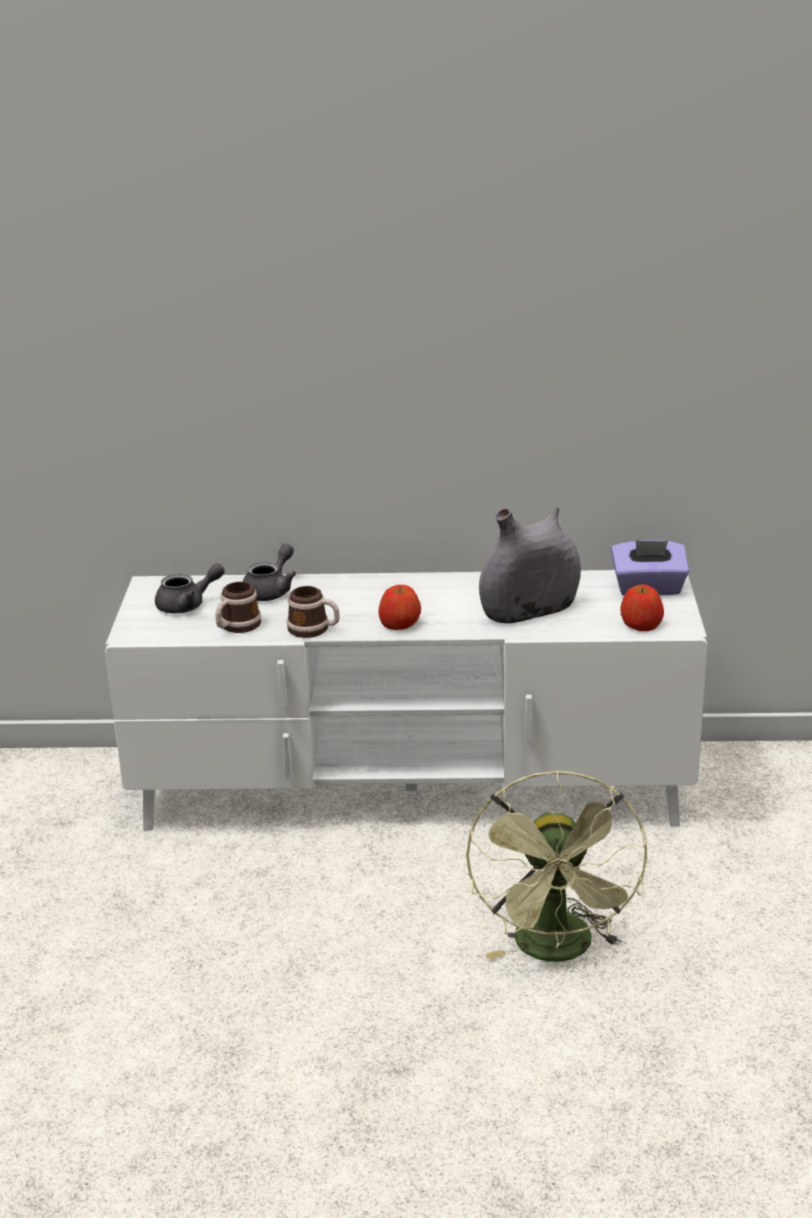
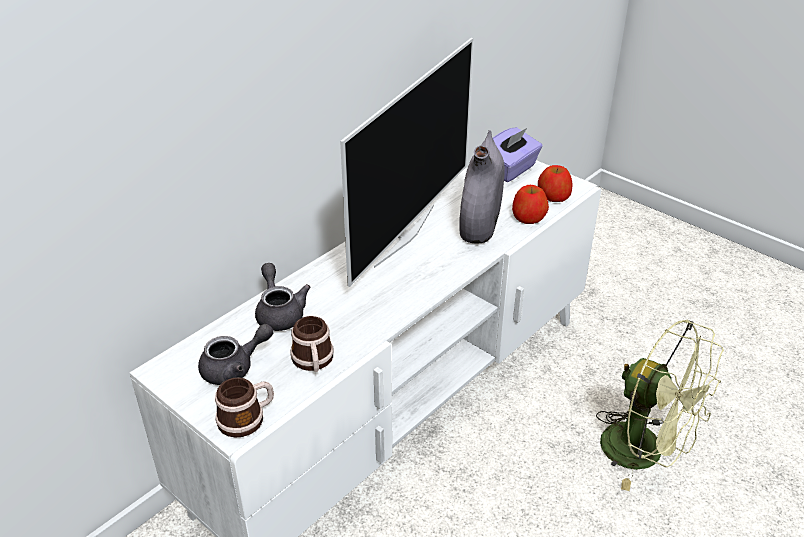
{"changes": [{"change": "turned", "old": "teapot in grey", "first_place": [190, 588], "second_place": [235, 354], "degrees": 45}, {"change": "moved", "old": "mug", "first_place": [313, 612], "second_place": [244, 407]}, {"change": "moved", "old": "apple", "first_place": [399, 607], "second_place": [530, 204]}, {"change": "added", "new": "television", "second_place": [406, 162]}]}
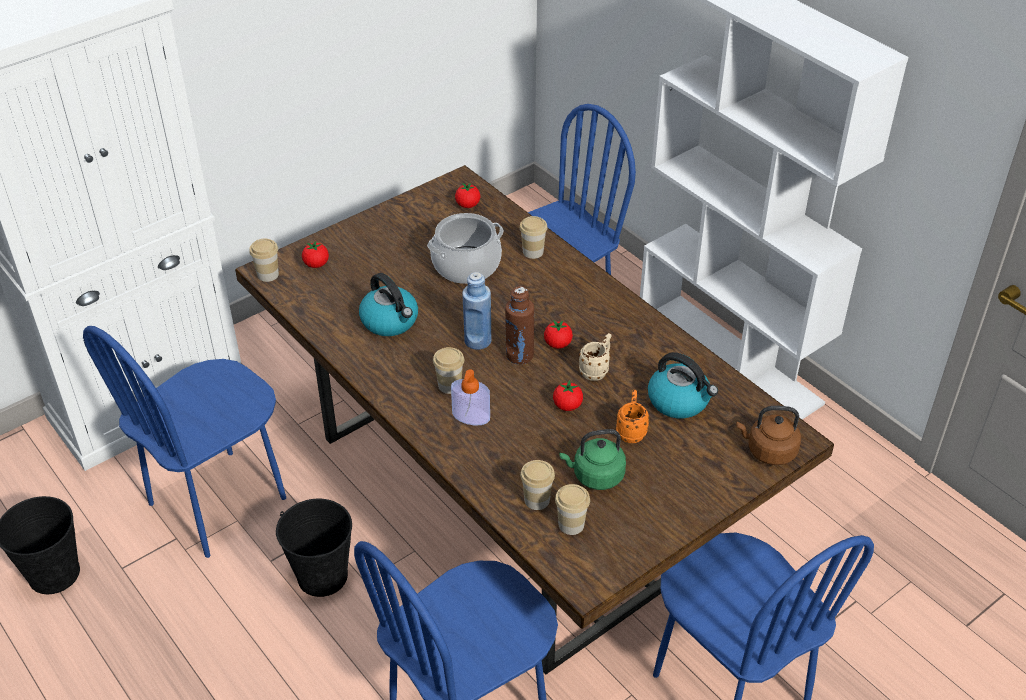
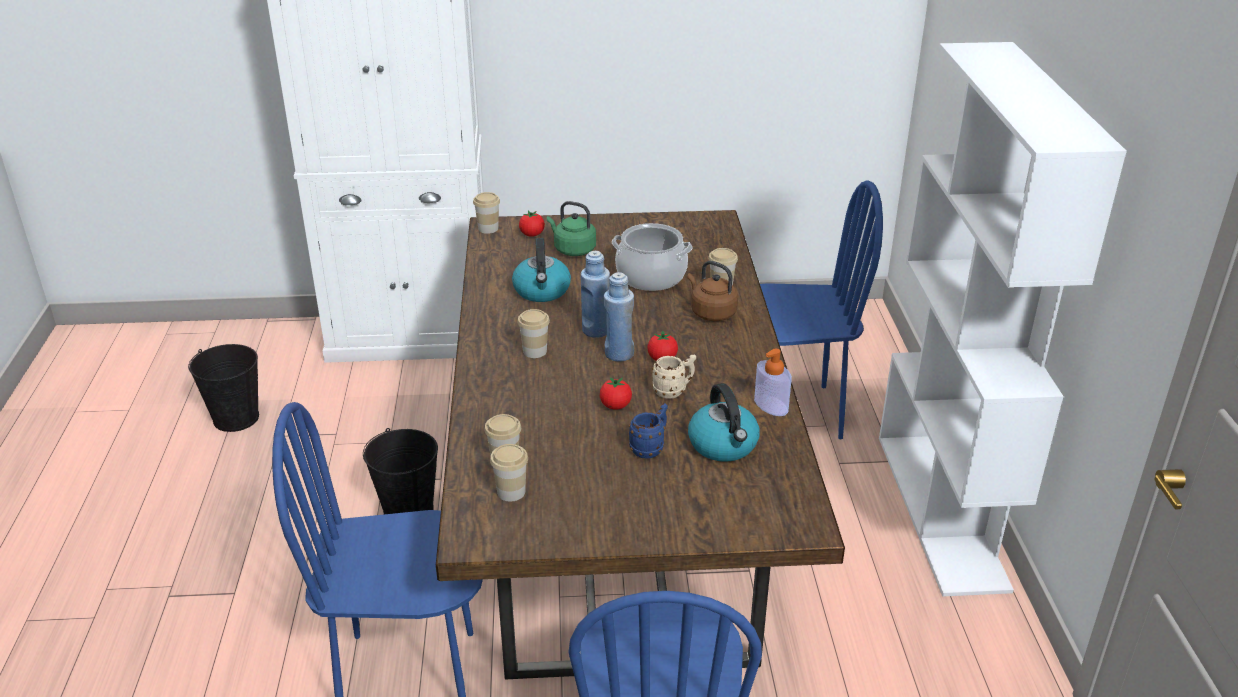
{"changes": [{"change": "removed", "old": "chair in blue", "first_place": [184, 442]}, {"change": "moved", "old": "soap dispenser", "first_place": [470, 397], "second_place": [773, 382]}, {"change": "removed", "old": "tomato", "first_place": [467, 195]}, {"change": "recoloured", "old": "bottle in brown", "new": "bottle in blue", "first_place": [519, 325], "second_place": [619, 316]}, {"change": "moved", "old": "kettle in green", "first_place": [592, 459], "second_place": [571, 228]}, {"change": "recoloured", "old": "mug in orange", "new": "mug in blue", "first_place": [632, 416], "second_place": [648, 430]}, {"change": "moved", "old": "kettle in brown", "first_place": [768, 435], "second_place": [712, 291]}]}
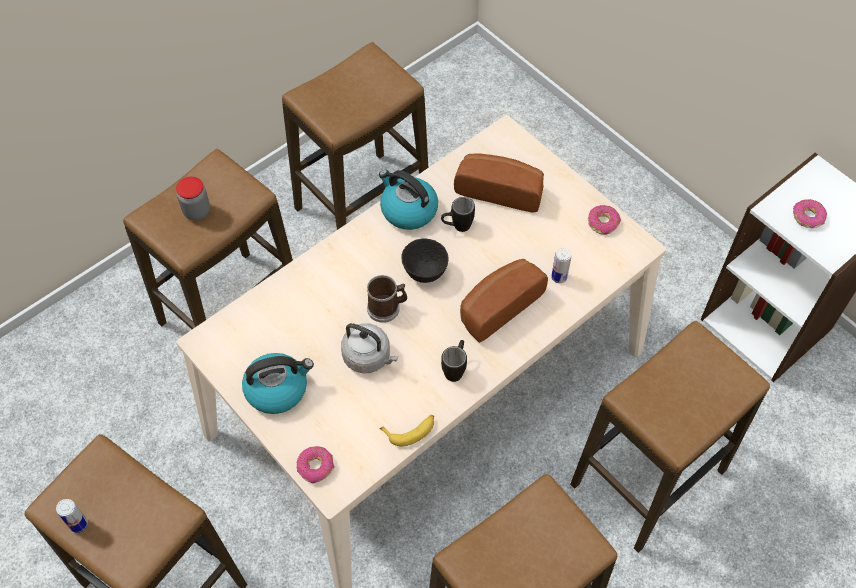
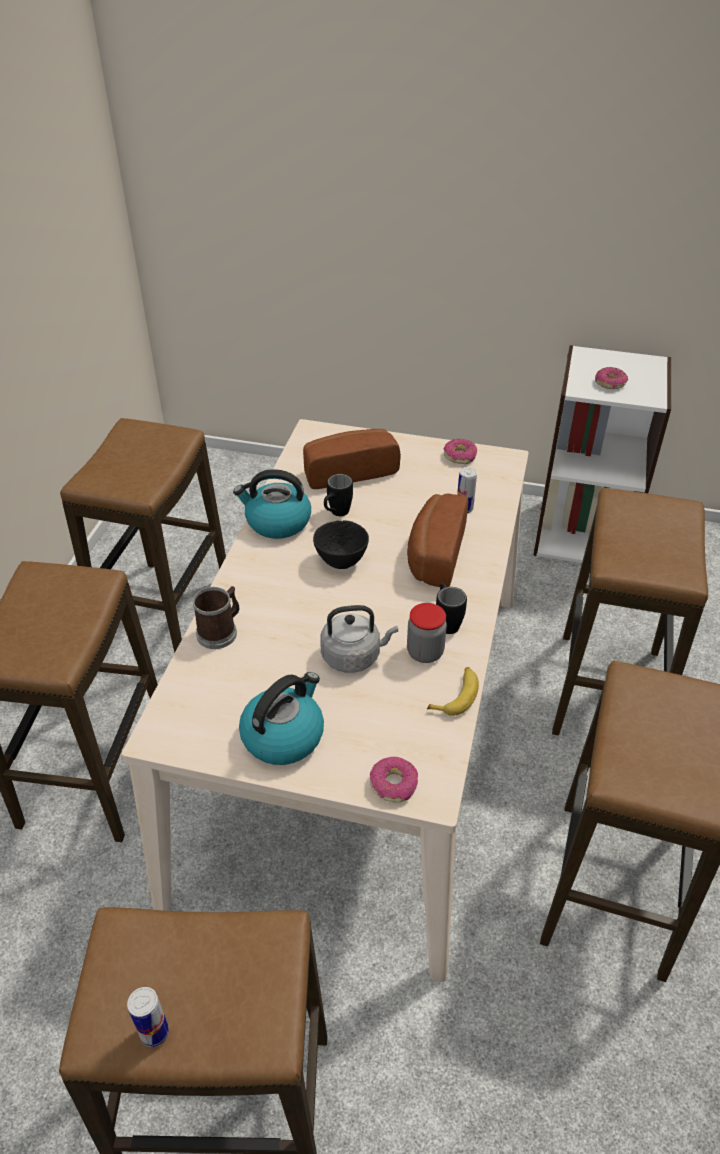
{"changes": [{"change": "moved", "old": "jar", "first_place": [193, 198], "second_place": [427, 633]}, {"change": "moved", "old": "mug", "first_place": [387, 299], "second_place": [215, 617]}]}
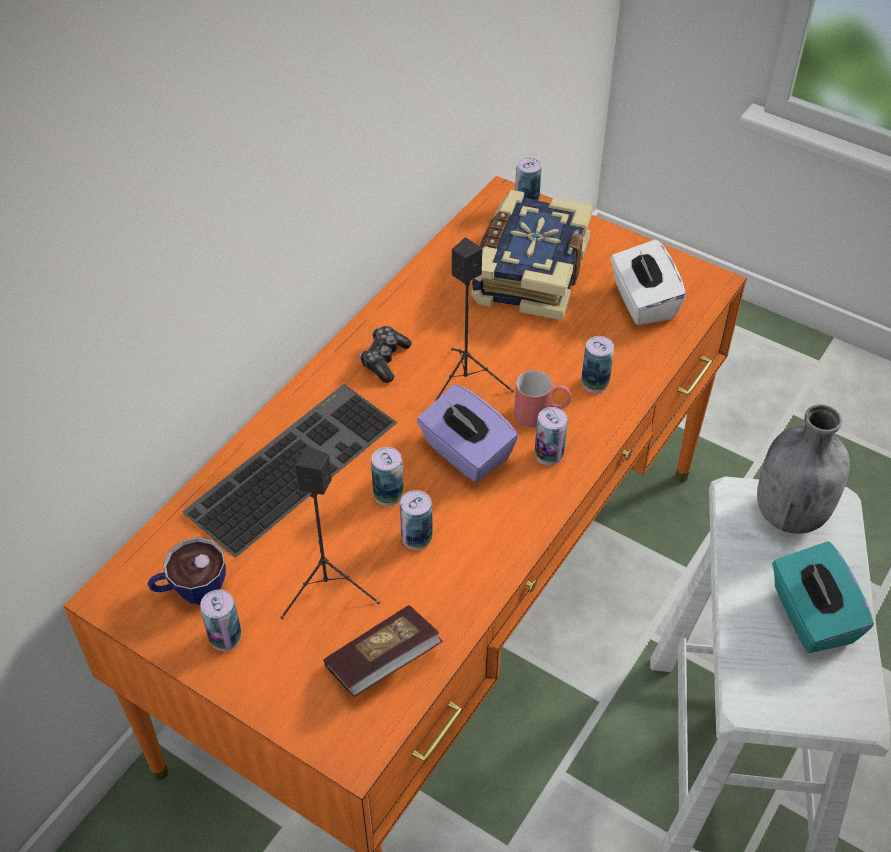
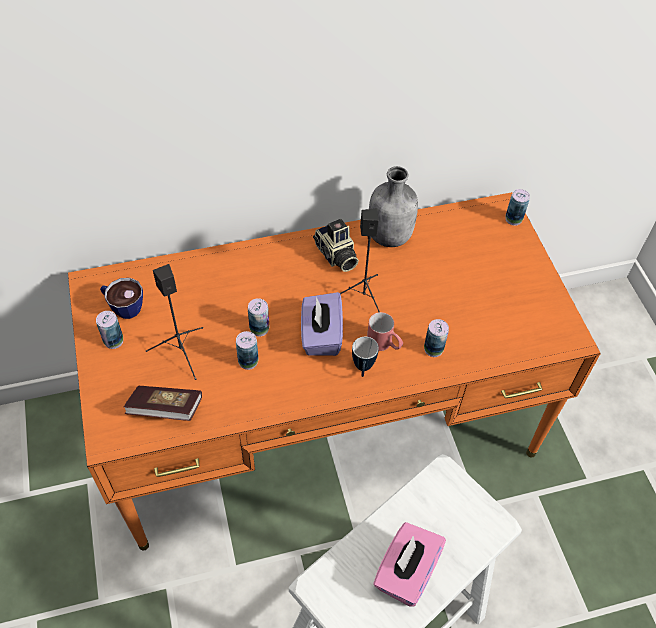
{"changes": [{"change": "removed", "old": "keyboard", "first_place": [289, 470]}, {"change": "replaced", "old": "game controller", "new": "photo camera", "first_place": [386, 354], "second_place": [336, 245]}, {"change": "removed", "old": "book", "first_place": [532, 255]}, {"change": "replaced", "old": "can", "new": "mug", "first_place": [551, 436], "second_place": [365, 357]}, {"change": "removed", "old": "tissue box in white", "first_place": [648, 282]}, {"change": "moved", "old": "bottle in grey", "first_place": [803, 469], "second_place": [393, 206]}, {"change": "recoloured", "old": "tissue box in turquoise", "new": "tissue box in pink", "first_place": [823, 597], "second_place": [409, 564]}]}
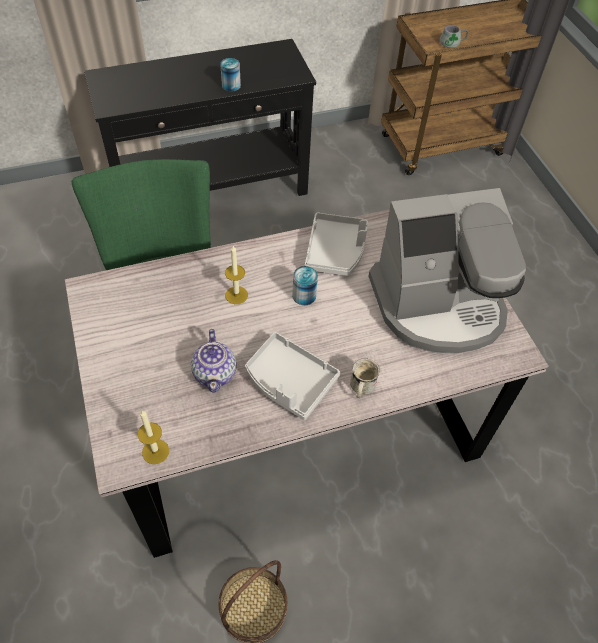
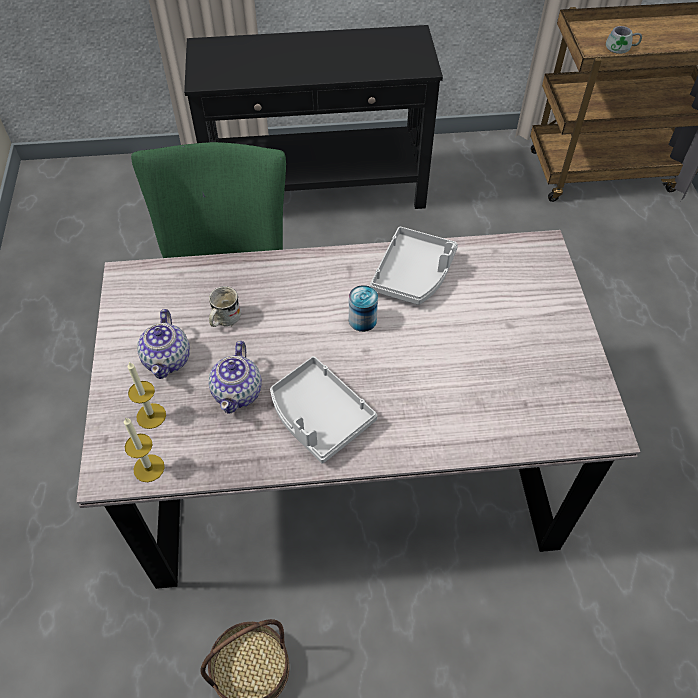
{"changes": [{"change": "removed", "old": "can", "first_place": [230, 75]}, {"change": "moved", "old": "candle", "first_place": [236, 275], "second_place": [146, 395]}, {"change": "moved", "old": "mug in white", "first_place": [365, 378], "second_place": [225, 306]}, {"change": "removed", "old": "coffee machine", "first_place": [447, 271]}, {"change": "added", "new": "teapot", "second_place": [163, 344]}]}
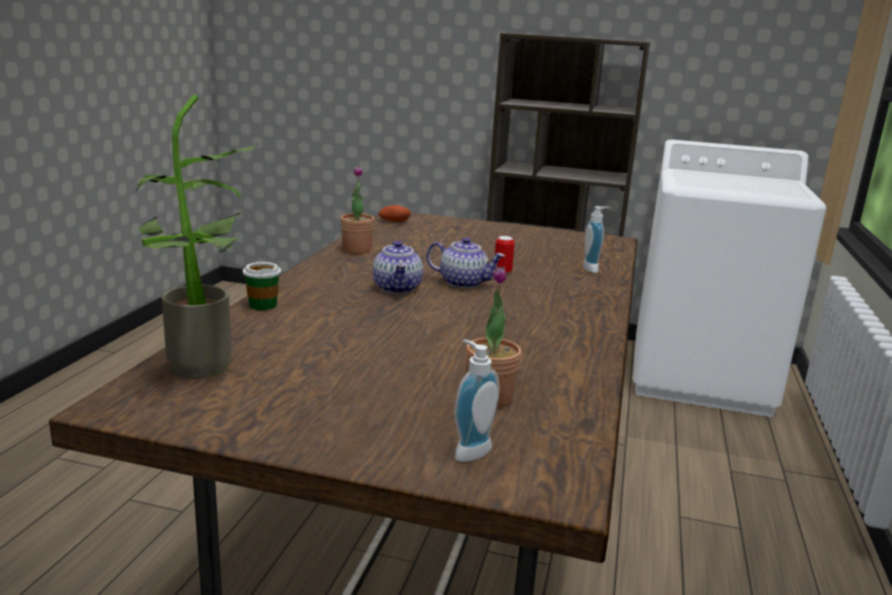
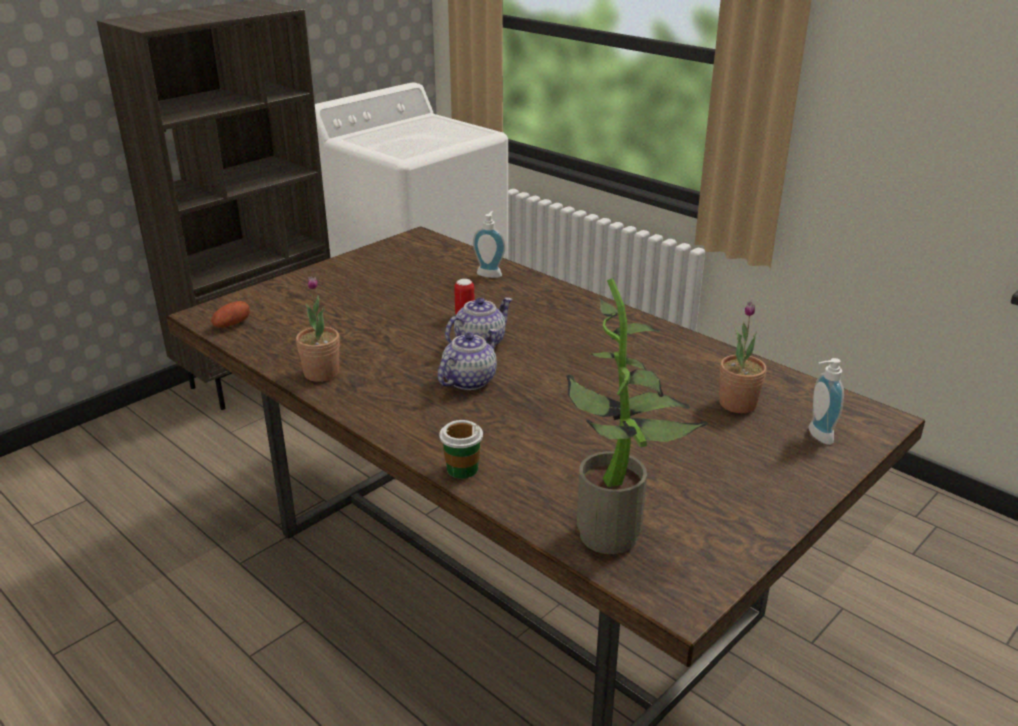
{"changes": [{"change": "turned", "old": "teapot", "first_place": [398, 267], "second_place": [468, 359], "degrees": -75}]}
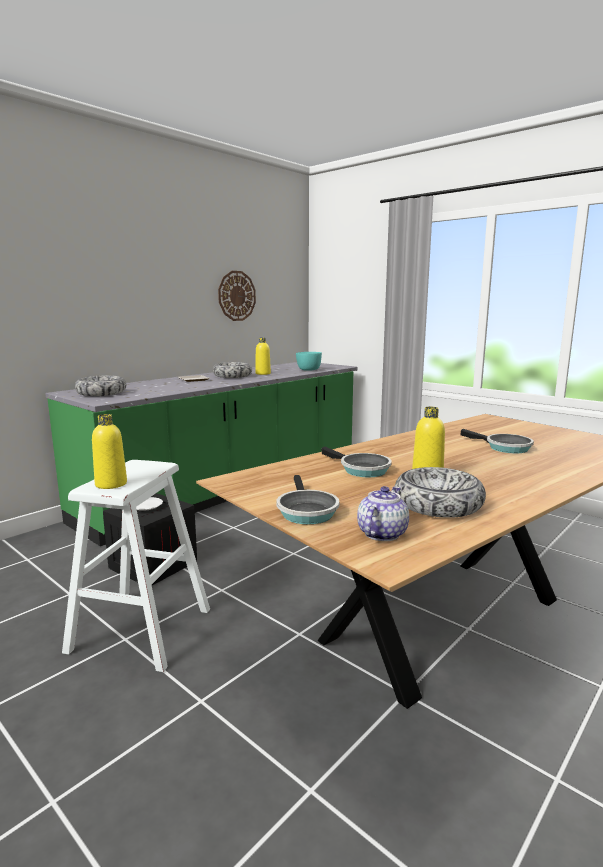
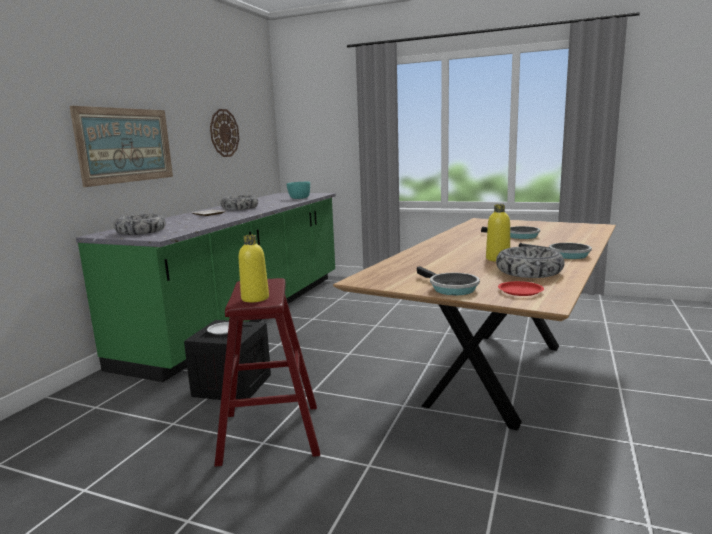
{"changes": [{"change": "recoloured", "old": "stool in white", "new": "stool in red", "first_place": [136, 566], "second_place": [267, 372]}, {"change": "removed", "old": "bottle in yellow", "first_place": [263, 356]}, {"change": "moved", "old": "frying pan", "first_place": [357, 461], "second_place": [555, 251]}, {"change": "replaced", "old": "teapot", "new": "plate in red", "first_place": [383, 513], "second_place": [521, 288]}, {"change": "added", "new": "picture", "second_place": [121, 146]}]}
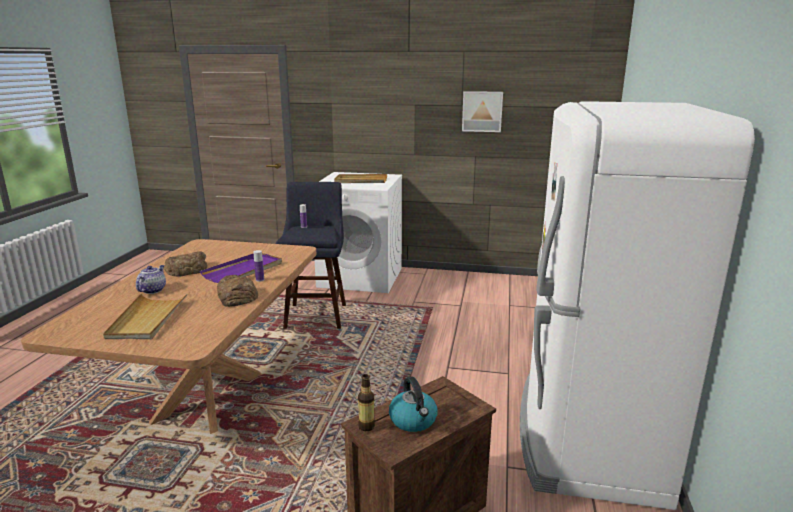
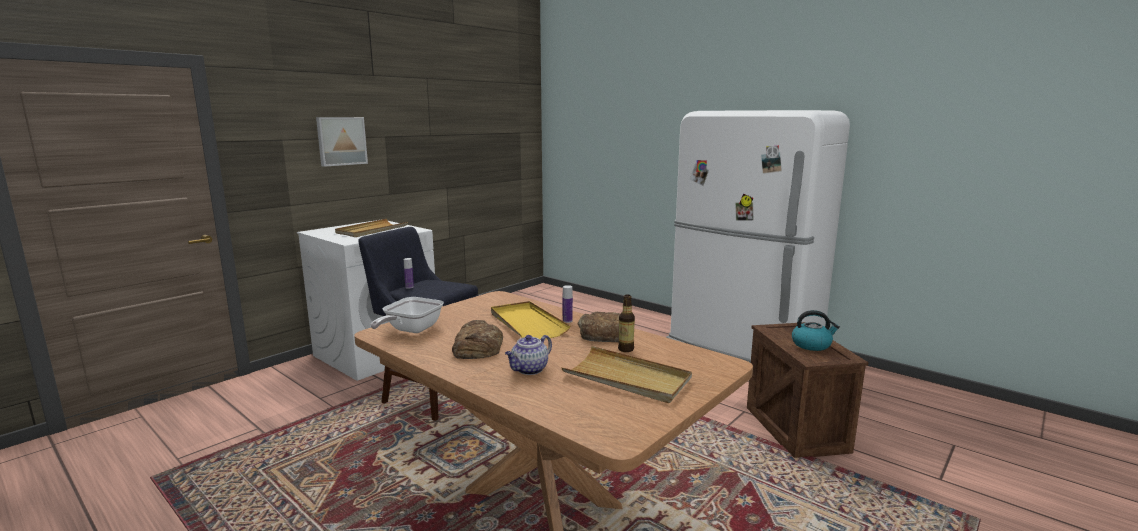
{"changes": [{"change": "turned", "old": "teapot", "first_place": [151, 279], "second_place": [528, 355], "degrees": -90}, {"change": "recoloured", "old": "tray in purple", "new": "tray in yellow", "first_place": [241, 268], "second_place": [531, 320]}, {"change": "moved", "old": "bottle", "first_place": [366, 402], "second_place": [626, 323]}, {"change": "moved", "old": "picture", "first_place": [482, 111], "second_place": [342, 142]}, {"change": "added", "new": "frying pan", "second_place": [407, 315]}]}
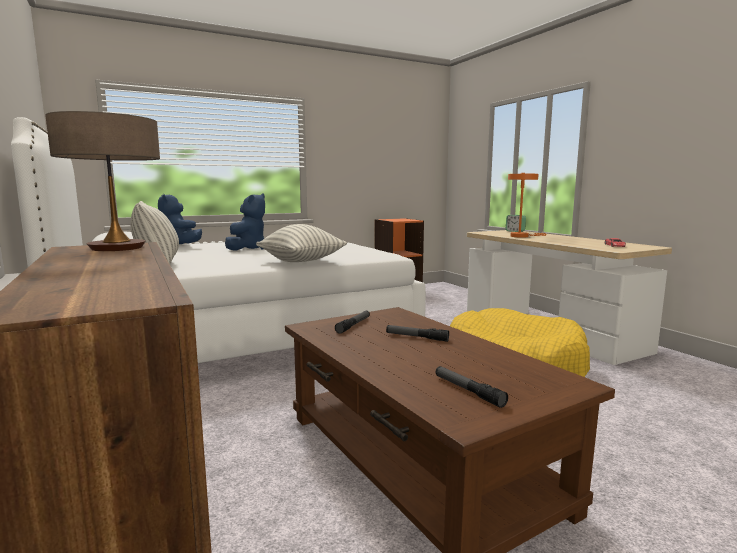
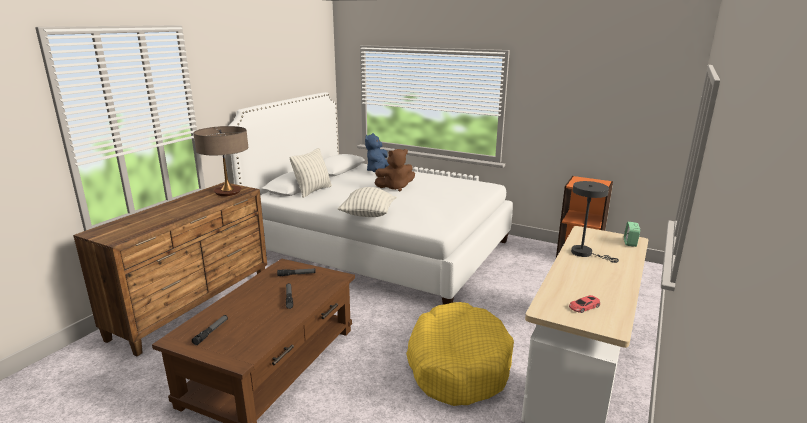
{"changes": [{"change": "recoloured", "old": "plush toy in blue", "new": "plush toy in brown", "first_place": [245, 222], "second_place": [395, 170]}, {"change": "recoloured", "old": "table lamp in orange", "new": "table lamp in grey", "first_place": [527, 205], "second_place": [595, 222]}]}
